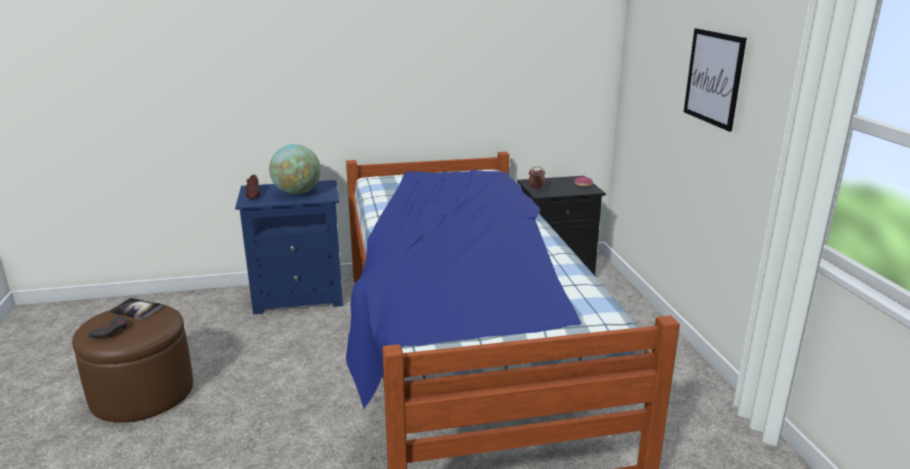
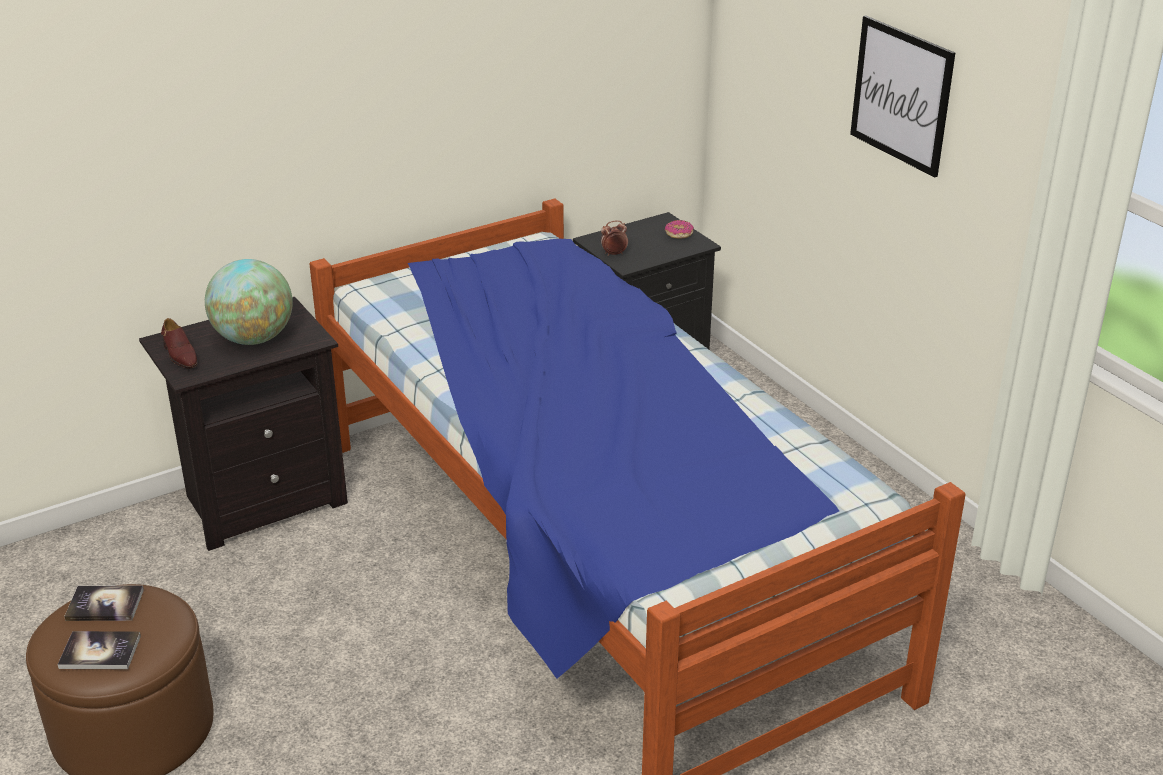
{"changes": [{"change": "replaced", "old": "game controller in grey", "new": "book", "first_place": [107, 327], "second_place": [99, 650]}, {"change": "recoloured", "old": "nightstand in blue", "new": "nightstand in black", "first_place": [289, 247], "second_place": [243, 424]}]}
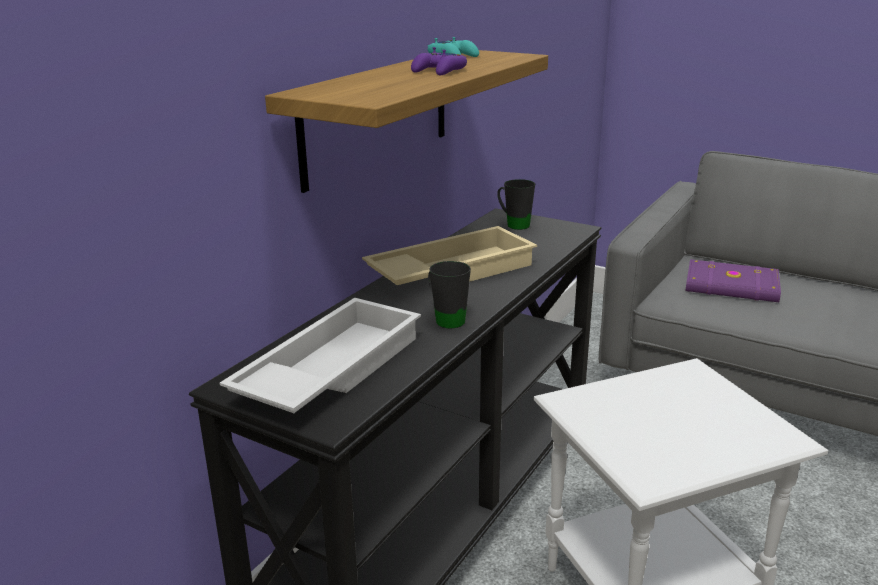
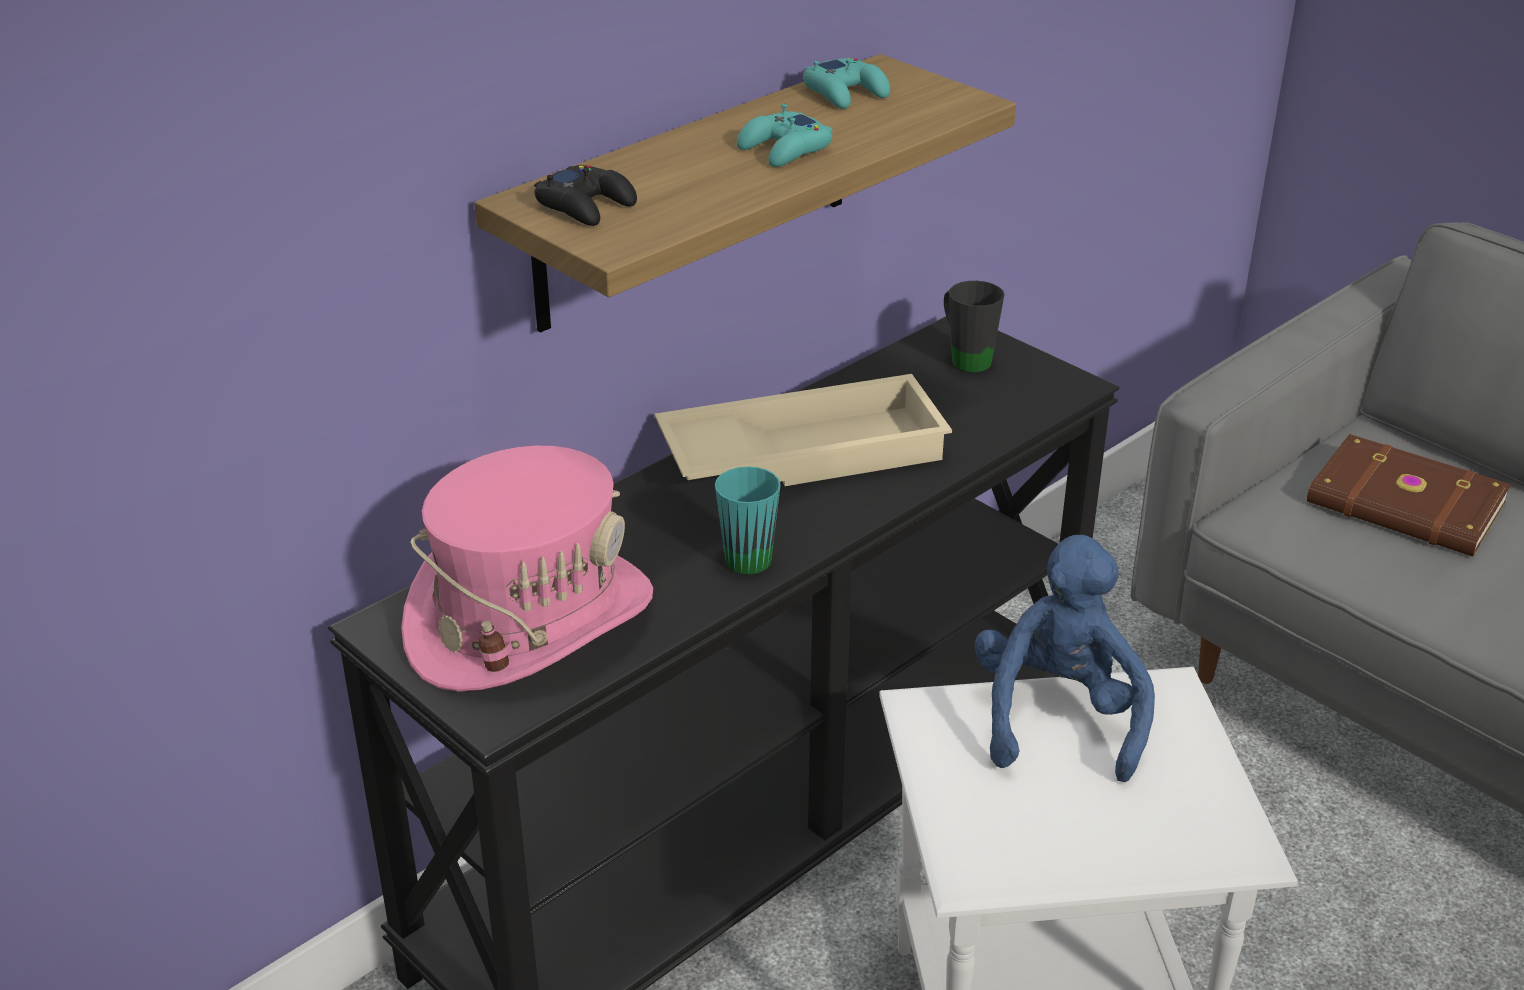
{"changes": [{"change": "replaced", "old": "tray in white", "new": "hat in pink", "first_place": [320, 355], "second_place": [527, 568]}, {"change": "recoloured", "old": "game controller in purple", "new": "game controller in turquoise", "first_place": [439, 61], "second_place": [784, 135]}, {"change": "recoloured", "old": "mug in black", "new": "mug in turquoise", "first_place": [449, 295], "second_place": [748, 520]}, {"change": "recoloured", "old": "book in purple", "new": "book in brown", "first_place": [733, 280], "second_place": [1409, 495]}, {"change": "added", "new": "game controller in black", "second_place": [585, 195]}, {"change": "added", "new": "plush toy in blue", "second_place": [1064, 658]}]}
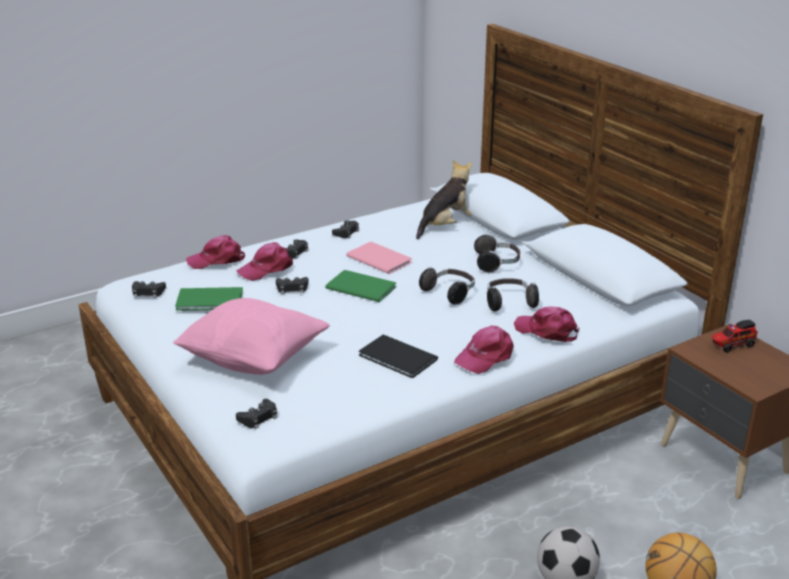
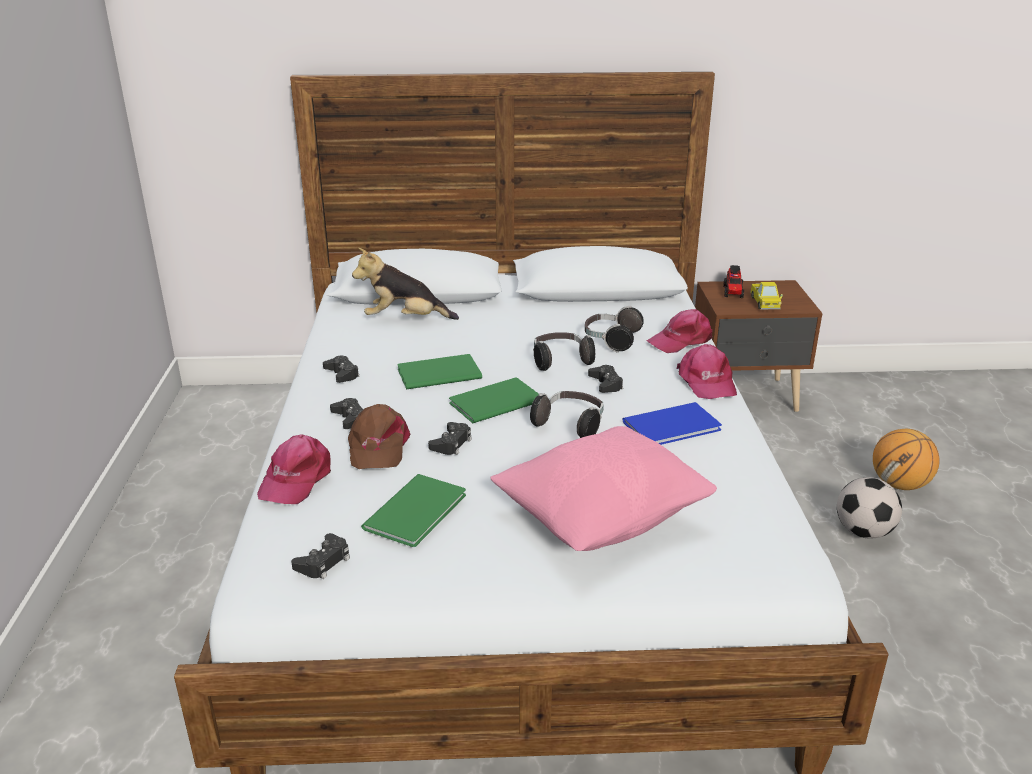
{"changes": [{"change": "recoloured", "old": "cap in pink", "new": "cap in brown", "first_place": [264, 261], "second_place": [379, 436]}, {"change": "moved", "old": "game controller in black", "first_place": [256, 414], "second_place": [605, 379]}, {"change": "recoloured", "old": "book in pink", "new": "book in green", "first_place": [379, 258], "second_place": [439, 371]}, {"change": "recoloured", "old": "book in black", "new": "book in blue", "first_place": [398, 356], "second_place": [672, 423]}, {"change": "turned", "old": "plush toy", "first_place": [444, 199], "second_place": [405, 284], "degrees": -75}, {"change": "moved", "old": "headphones", "first_place": [497, 253], "second_place": [567, 414]}, {"change": "added", "new": "toy truck", "second_place": [766, 295]}]}
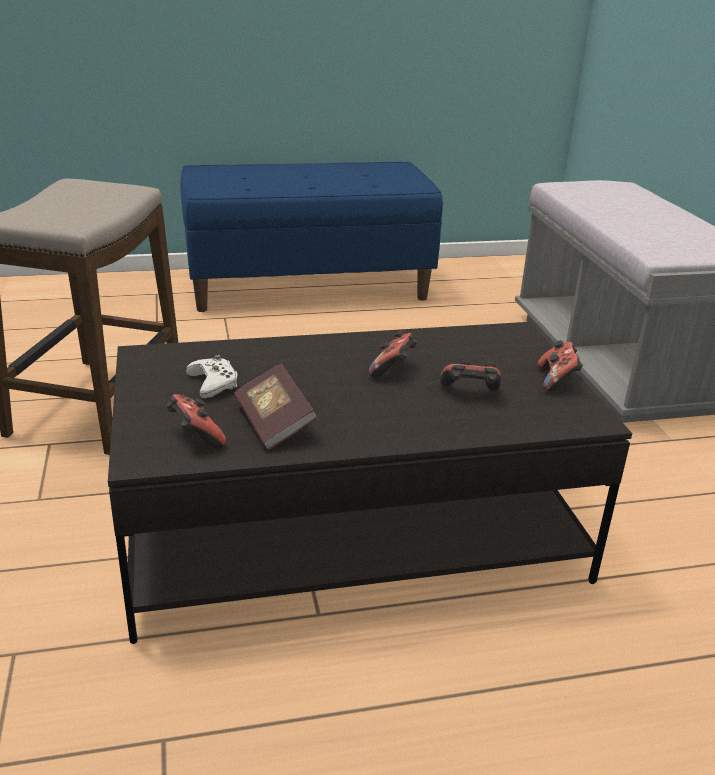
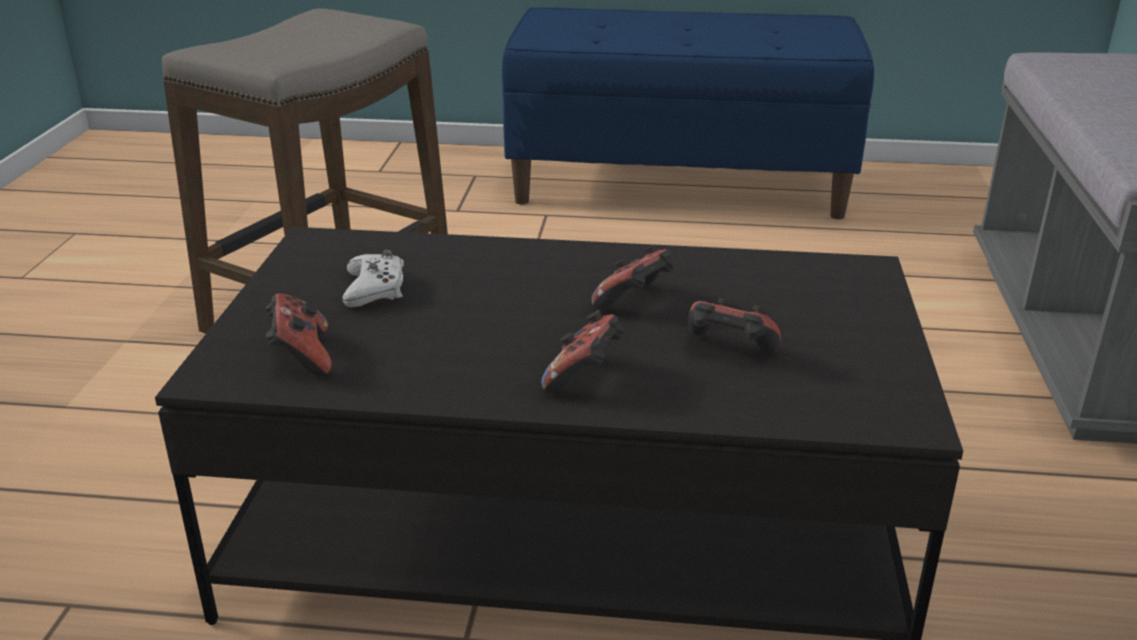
{"changes": [{"change": "removed", "old": "book", "first_place": [275, 406]}, {"change": "moved", "old": "game controller", "first_place": [560, 366], "second_place": [583, 351]}]}
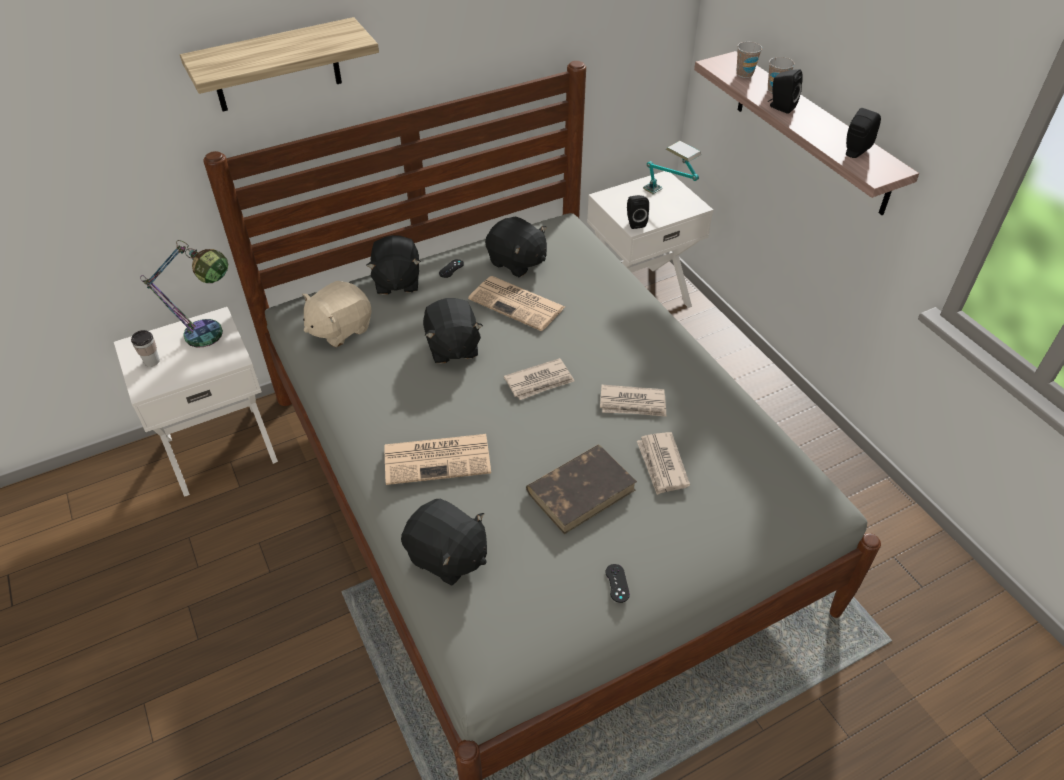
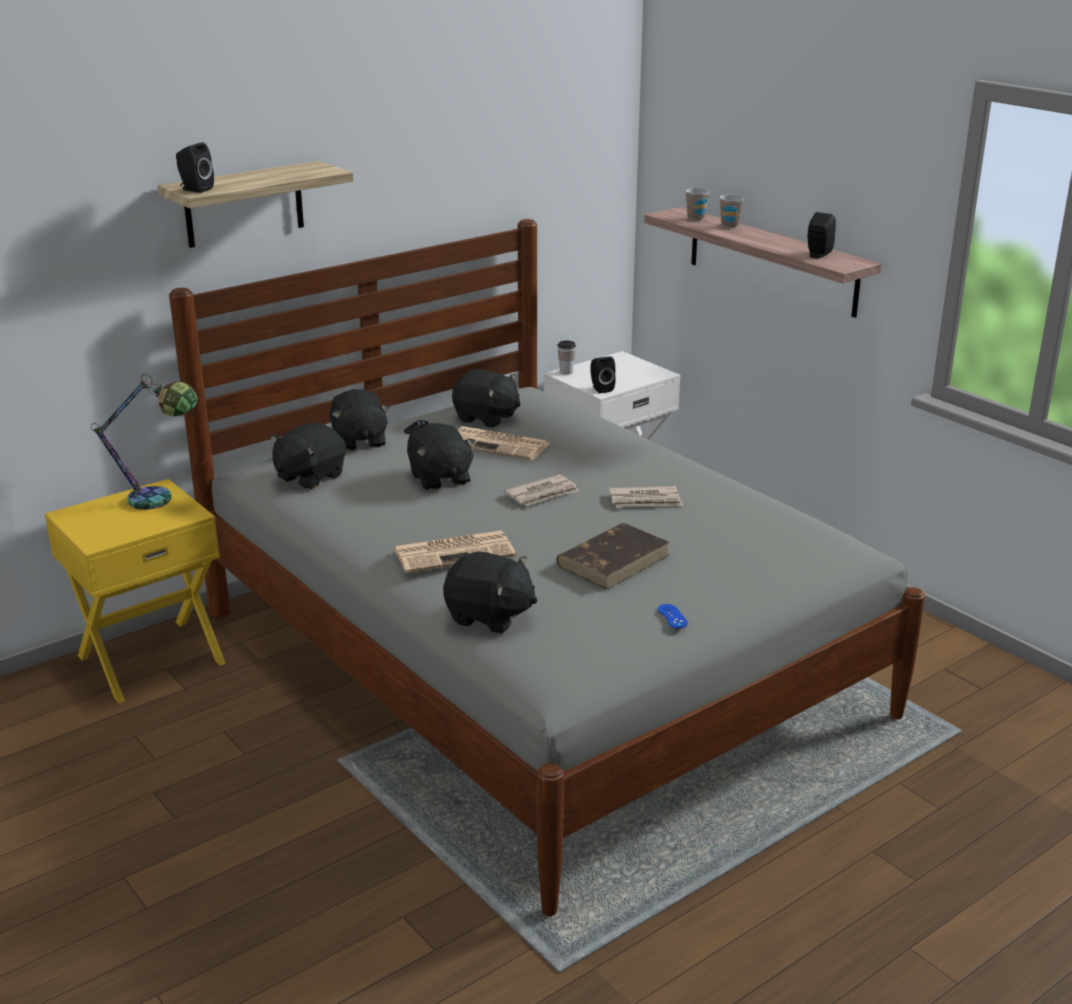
{"changes": [{"change": "recoloured", "old": "nightstand in white", "new": "nightstand in yellow", "first_place": [196, 402], "second_place": [135, 591]}, {"change": "moved", "old": "cup", "first_place": [145, 348], "second_place": [567, 358]}, {"change": "recoloured", "old": "plush toy in beige", "new": "plush toy in black", "first_place": [337, 314], "second_place": [308, 456]}, {"change": "recoloured", "old": "game controller in black", "new": "game controller in blue", "first_place": [617, 583], "second_place": [673, 616]}, {"change": "removed", "old": "newspaper", "first_place": [663, 463]}, {"change": "removed", "old": "table lamp", "first_place": [672, 167]}, {"change": "moved", "old": "speaker in black", "first_place": [785, 91], "second_place": [195, 167]}]}
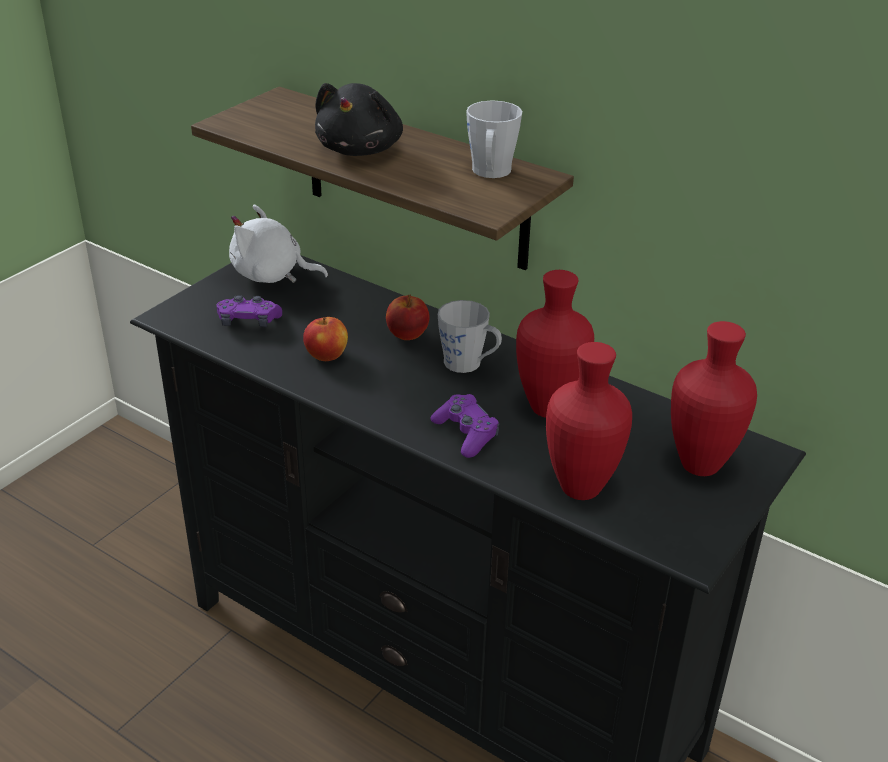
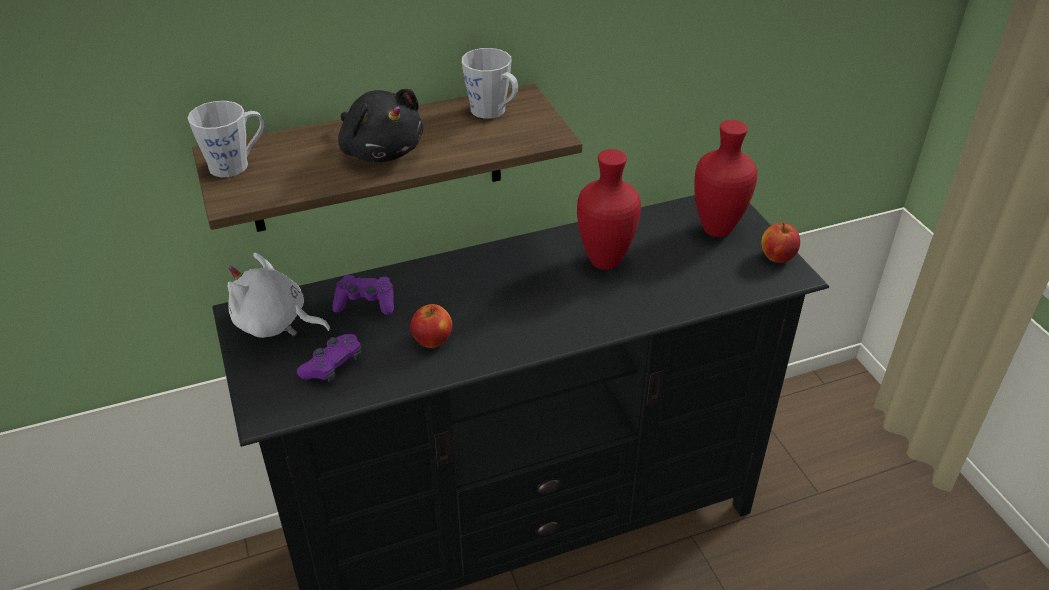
{"changes": [{"change": "turned", "old": "plush toy in white", "first_place": [278, 243], "second_place": [279, 295], "degrees": 60}, {"change": "moved", "old": "apple", "first_place": [407, 317], "second_place": [780, 242]}, {"change": "moved", "old": "game controller in purple", "first_place": [464, 426], "second_place": [363, 295]}, {"change": "moved", "old": "mug in grey", "first_place": [470, 336], "second_place": [226, 139]}, {"change": "removed", "old": "vase in red", "first_place": [589, 421]}]}
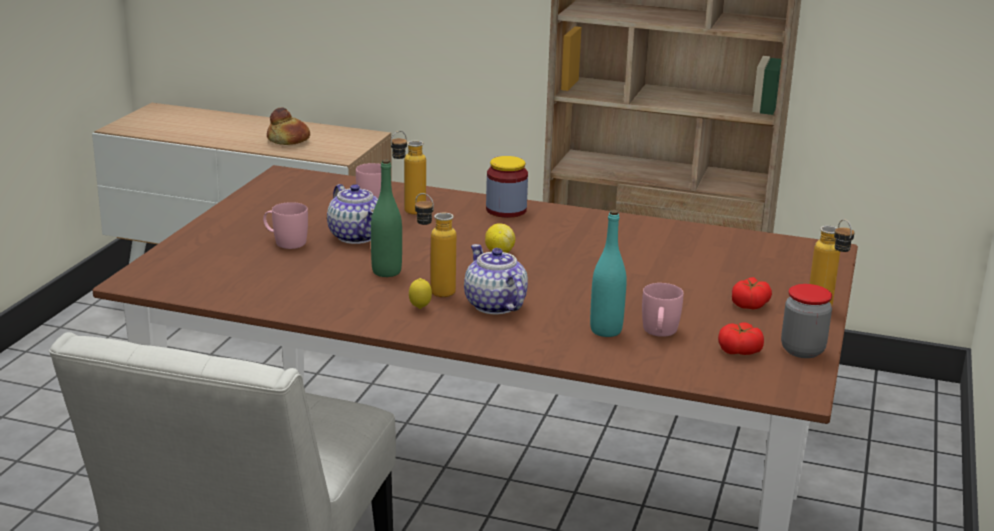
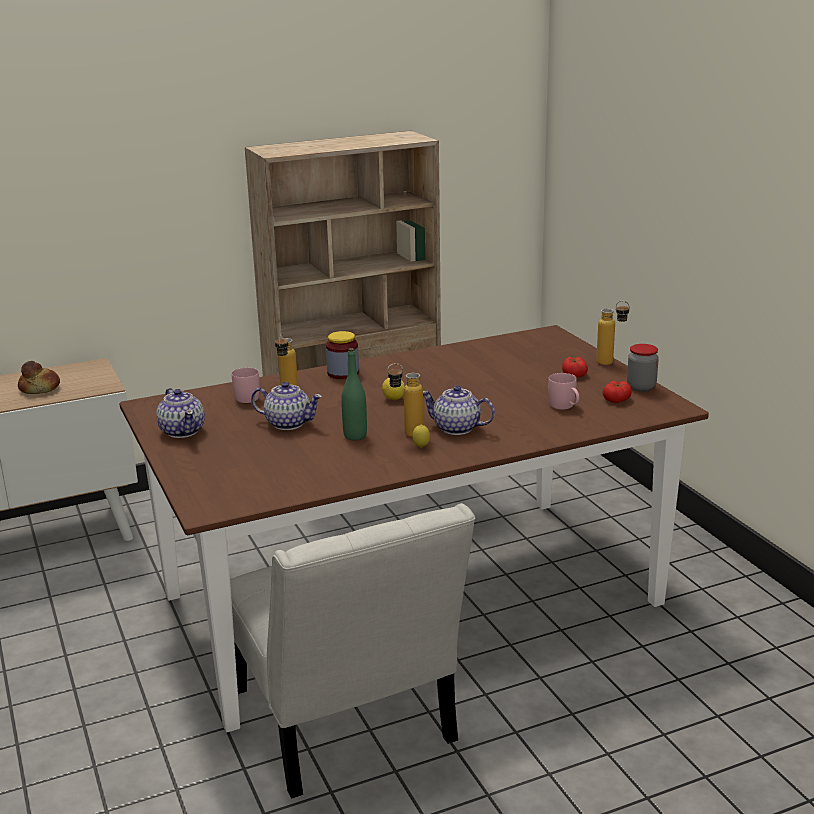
{"changes": [{"change": "removed", "old": "mug in pink", "first_place": [285, 225]}, {"change": "removed", "old": "bottle in turquoise", "first_place": [608, 273]}, {"change": "added", "new": "teapot", "second_place": [180, 413]}]}
